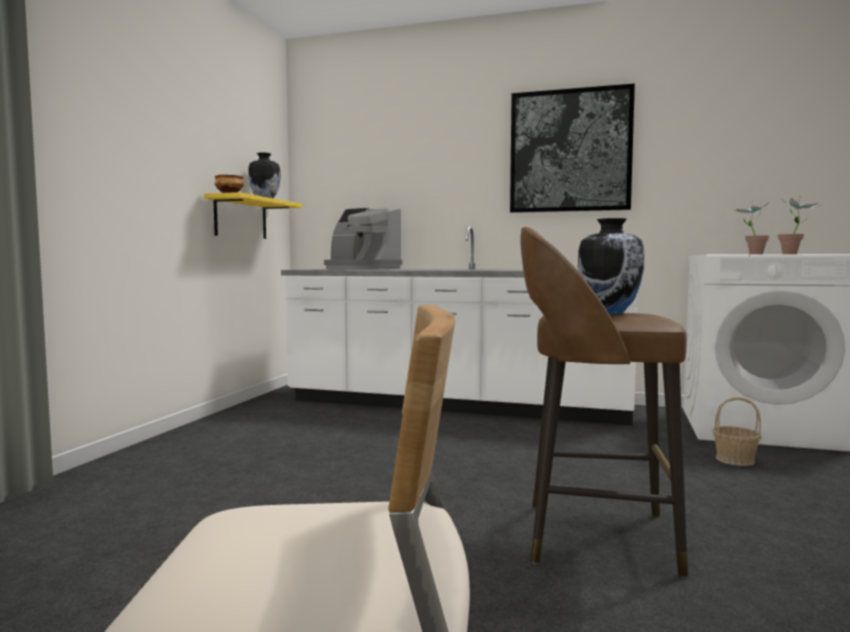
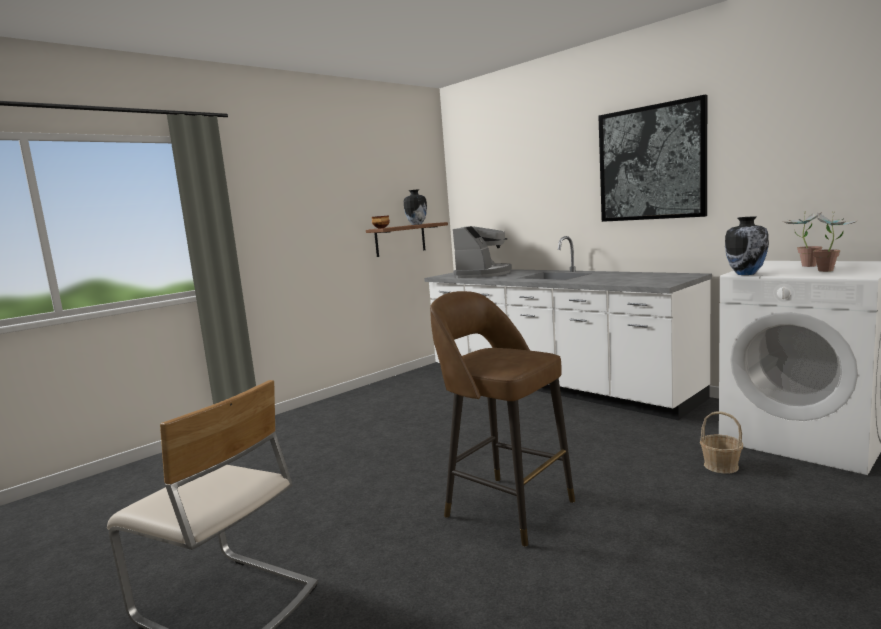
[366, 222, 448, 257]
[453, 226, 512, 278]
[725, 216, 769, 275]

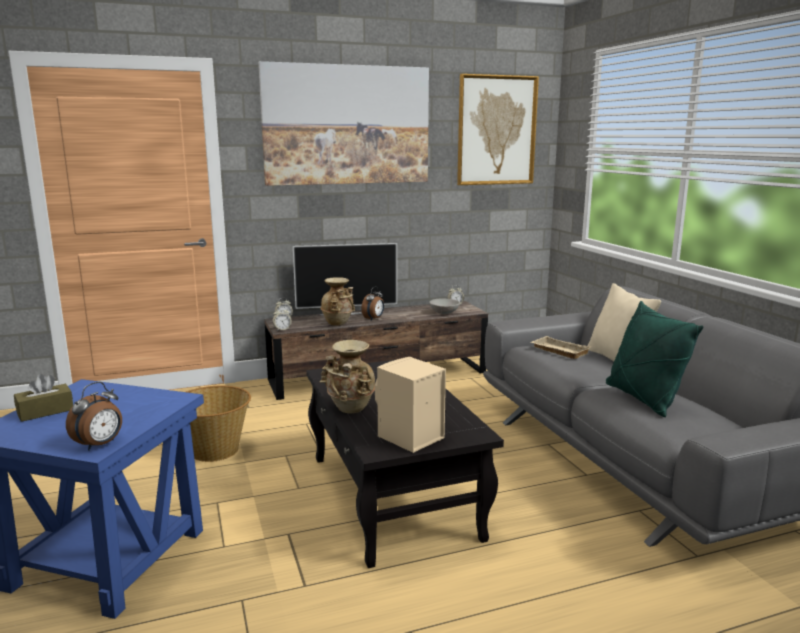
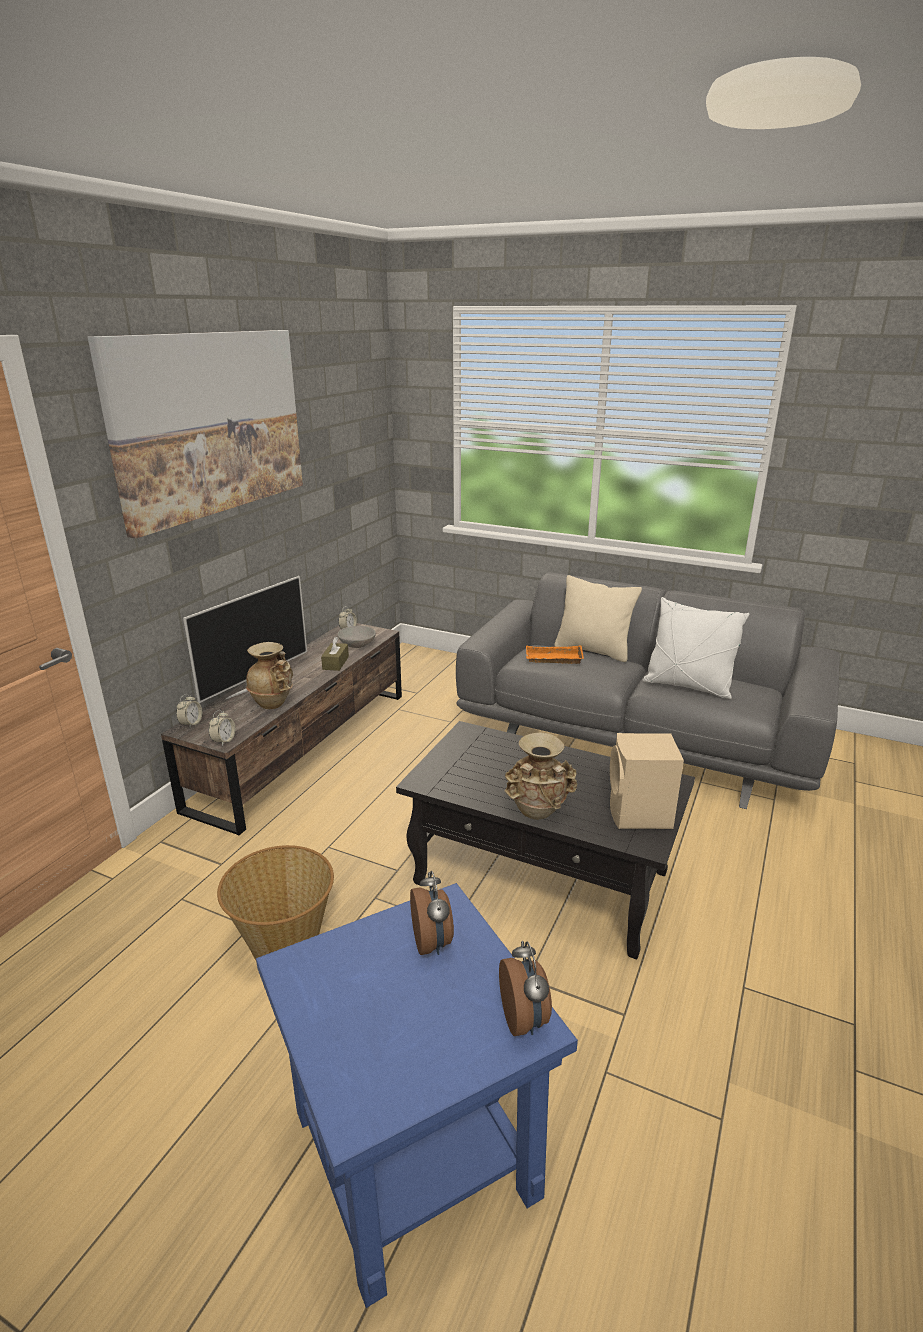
[457, 74, 539, 185] (first image)
[410, 871, 454, 955]
[642, 597, 749, 699]
[526, 645, 584, 664]
[321, 637, 349, 671]

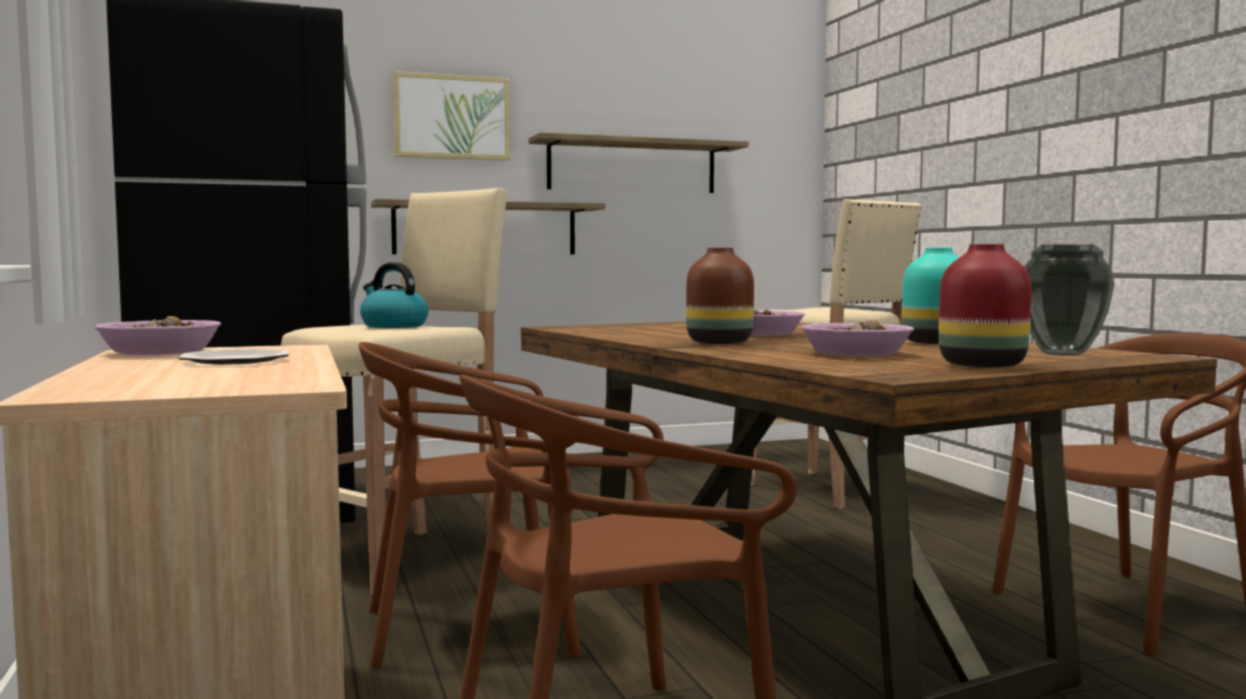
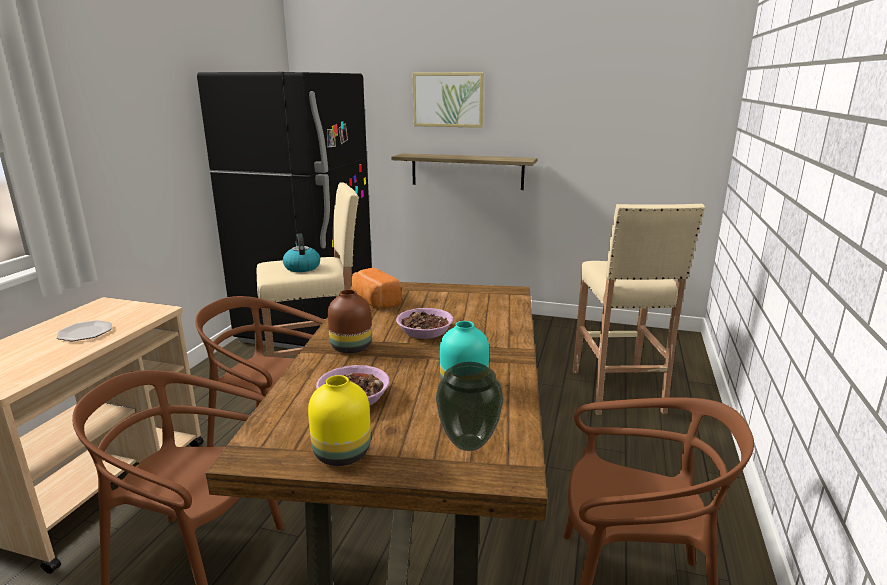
[529, 133, 749, 193] (first image)
[308, 375, 371, 466]
[94, 316, 221, 355] (first image)
[351, 268, 401, 308]

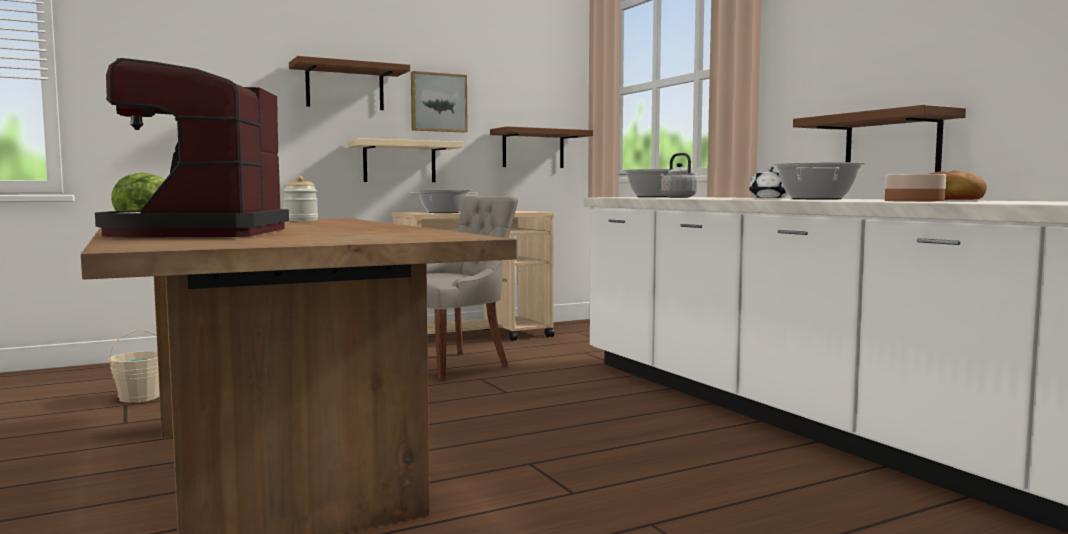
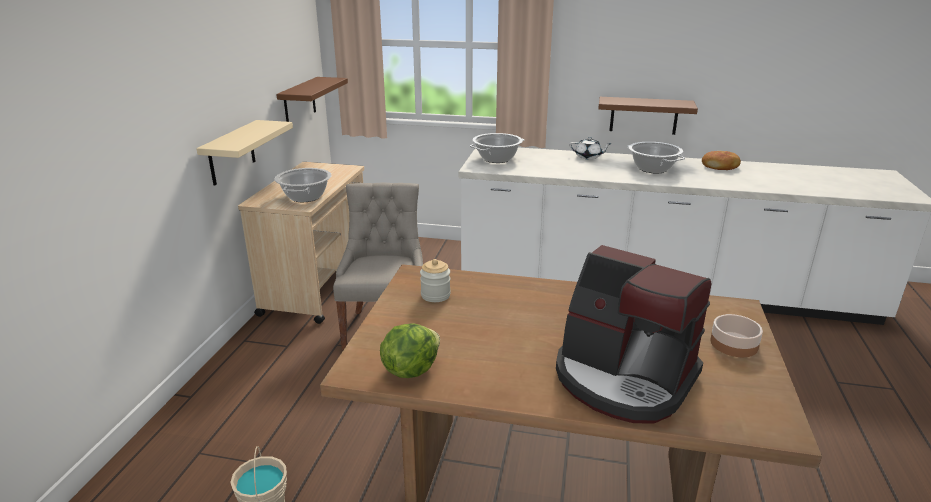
[289, 56, 410, 110] (first image)
[411, 71, 468, 133] (first image)
[660, 153, 697, 198] (first image)
[710, 314, 763, 357]

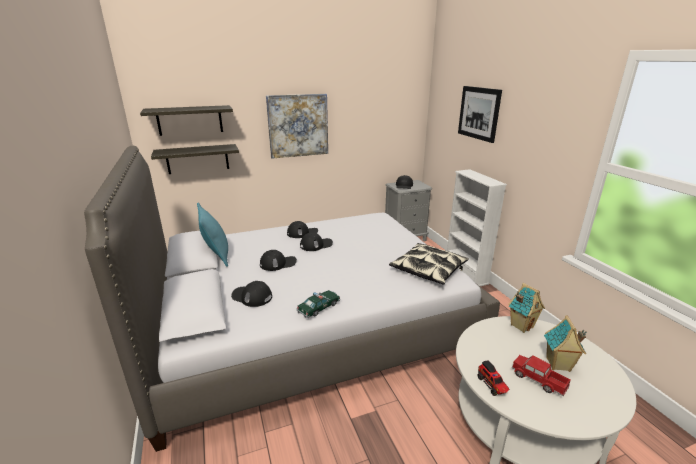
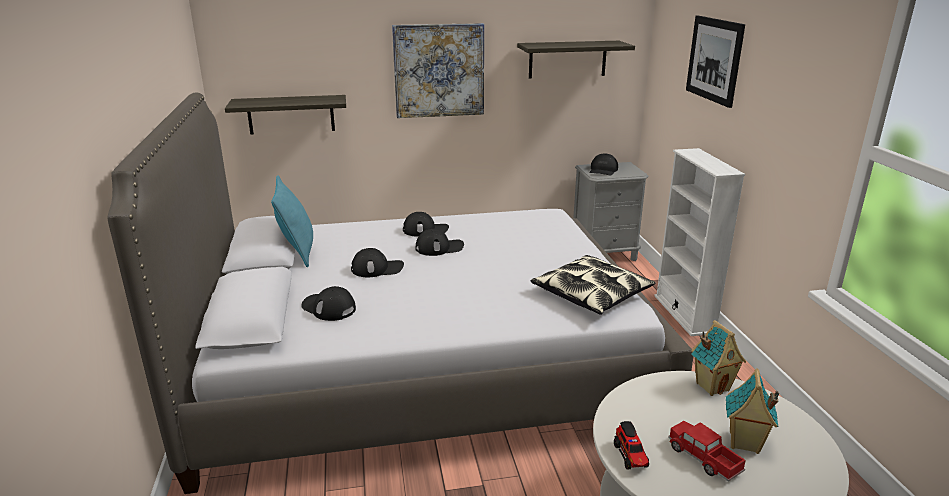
[517, 41, 635, 78]
[296, 290, 340, 318] (first image)

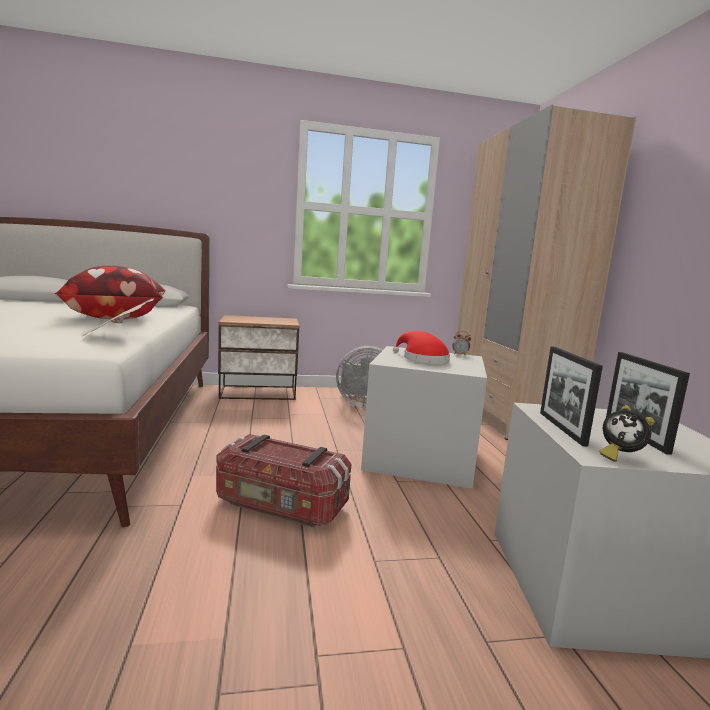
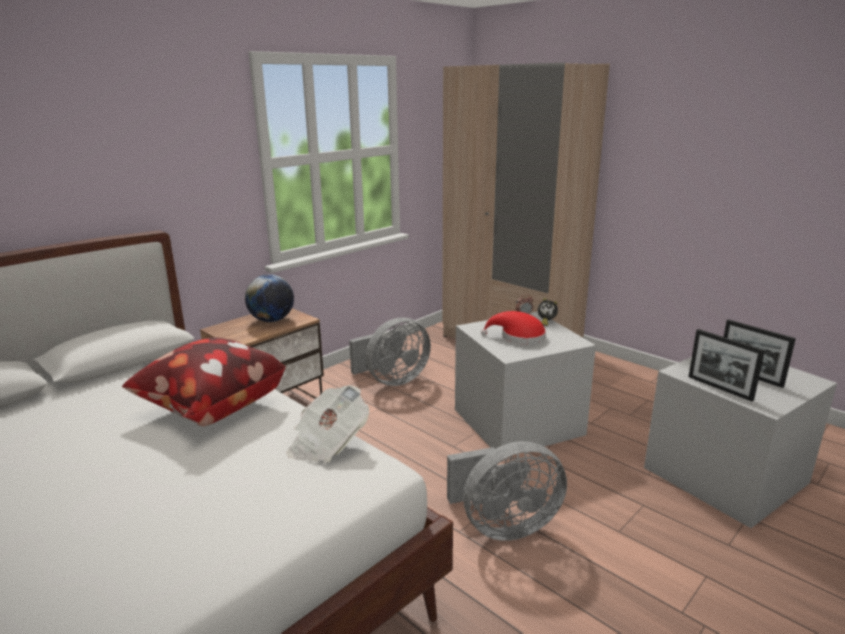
[538, 298, 558, 326]
[447, 441, 567, 541]
[245, 274, 294, 322]

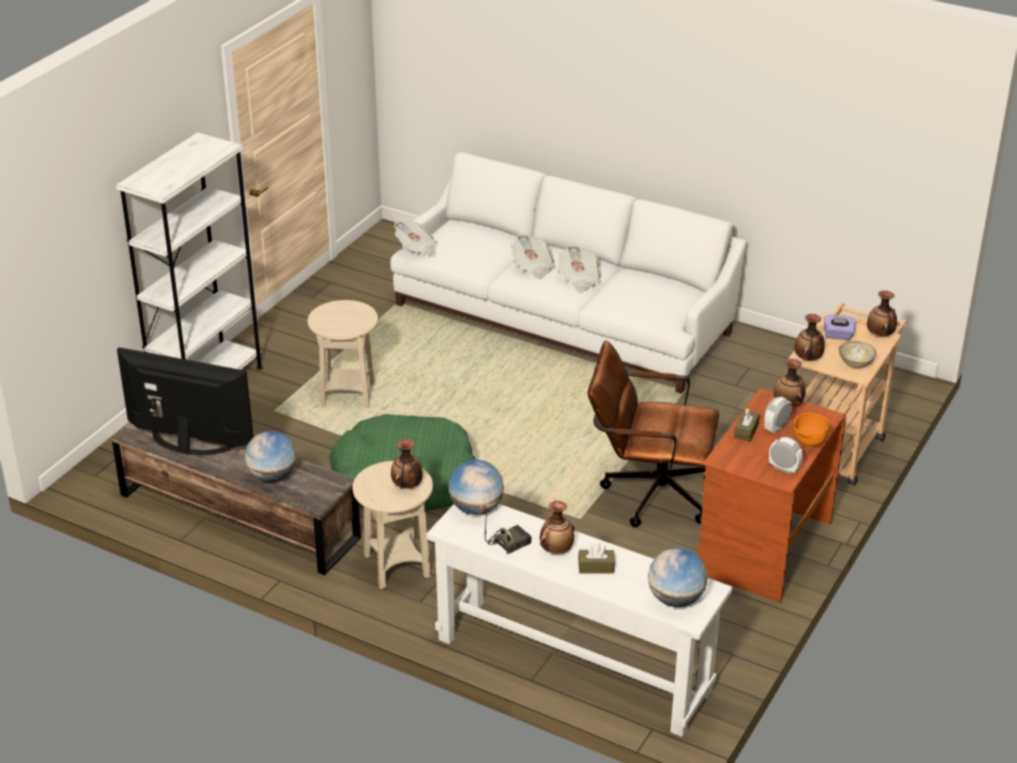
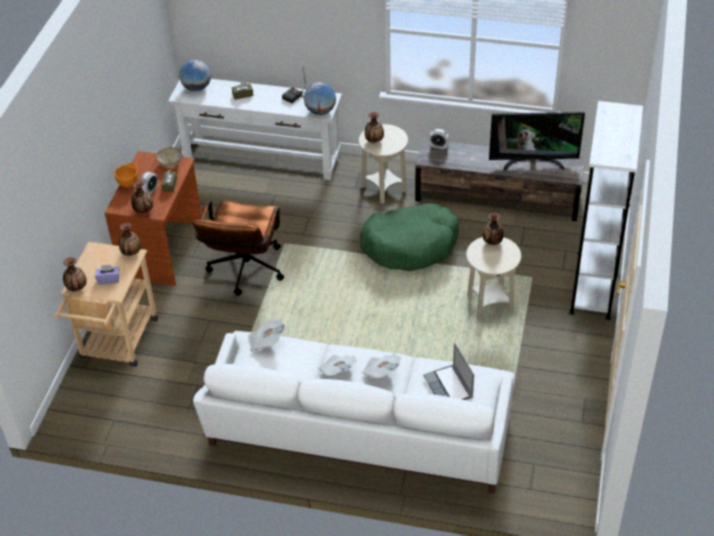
[248, 319, 285, 351]
[192, 201, 284, 296]
[157, 147, 182, 167]
[244, 431, 296, 482] (first image)
[429, 129, 449, 150]
[482, 213, 504, 245]
[423, 343, 474, 400]

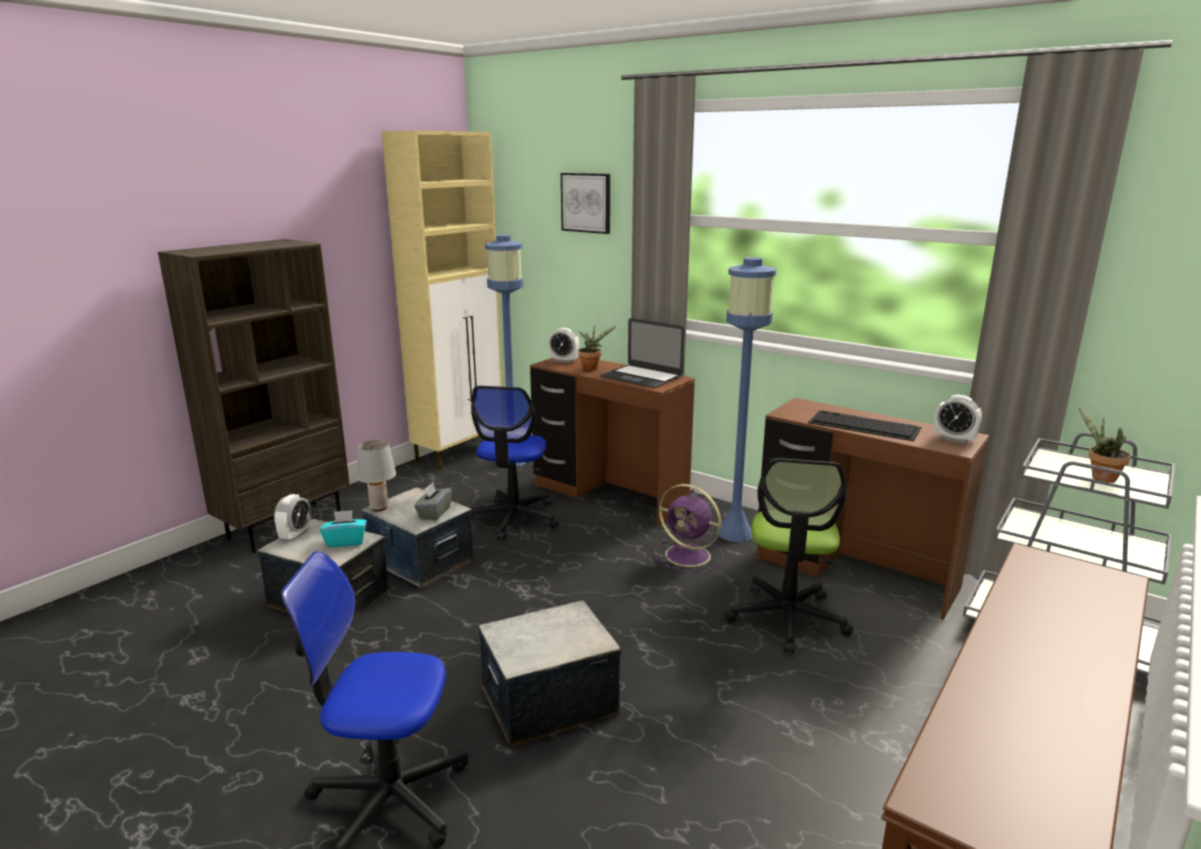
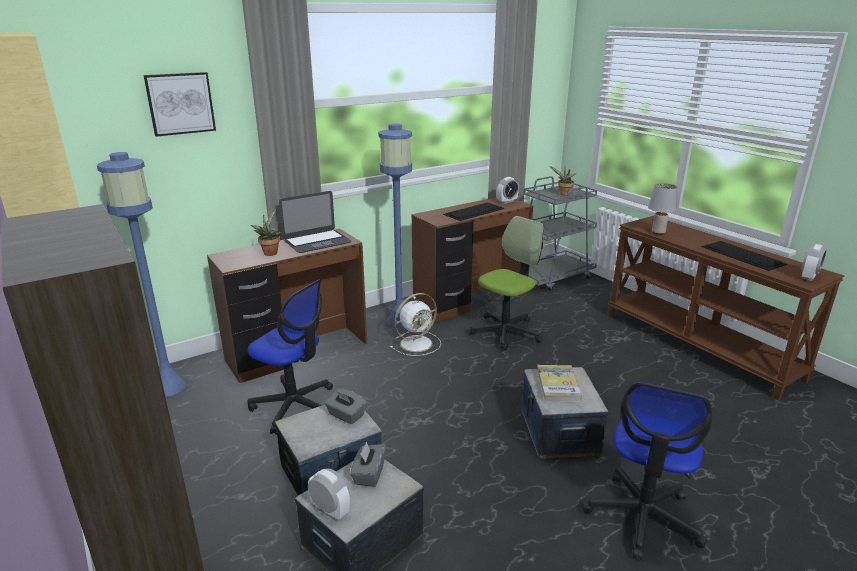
[802, 244, 827, 281]
[648, 183, 678, 235]
[470, 216, 544, 350]
[390, 293, 441, 356]
[350, 442, 386, 487]
[702, 241, 787, 271]
[537, 365, 582, 402]

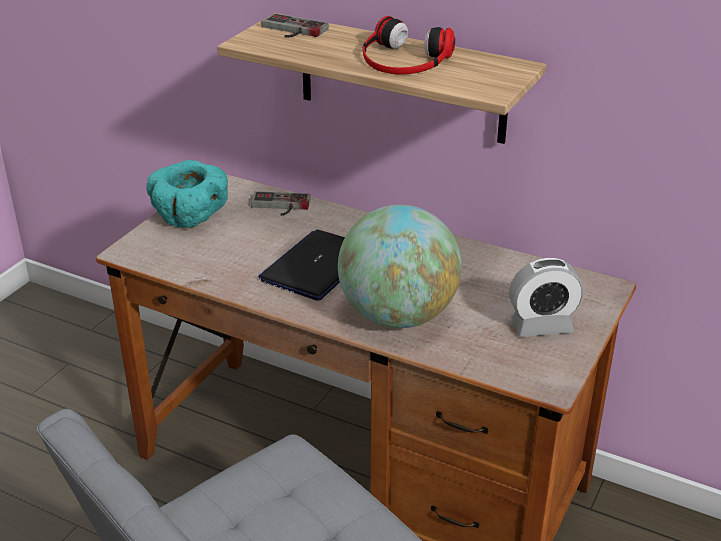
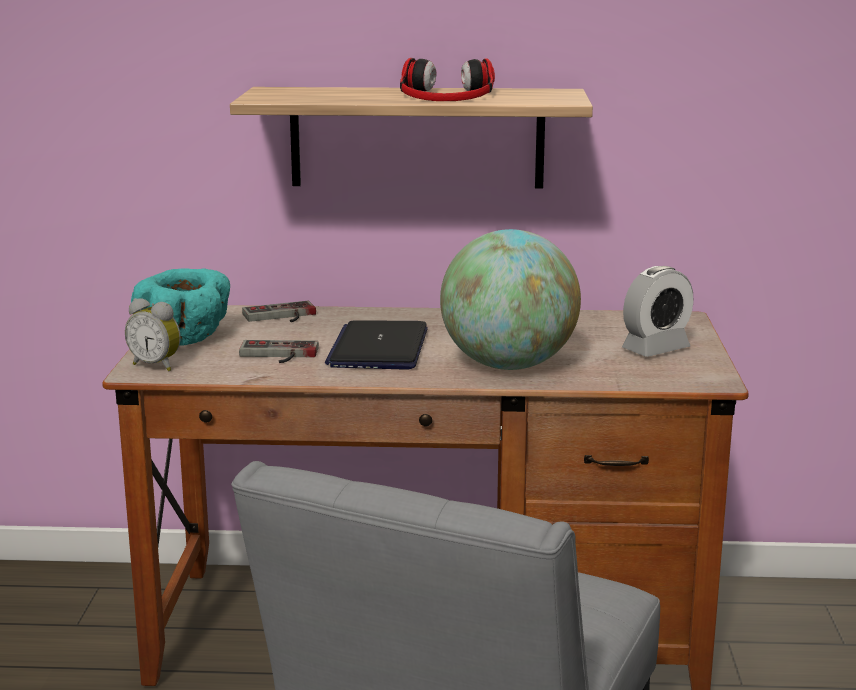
[239, 340, 319, 363]
[125, 298, 181, 371]

